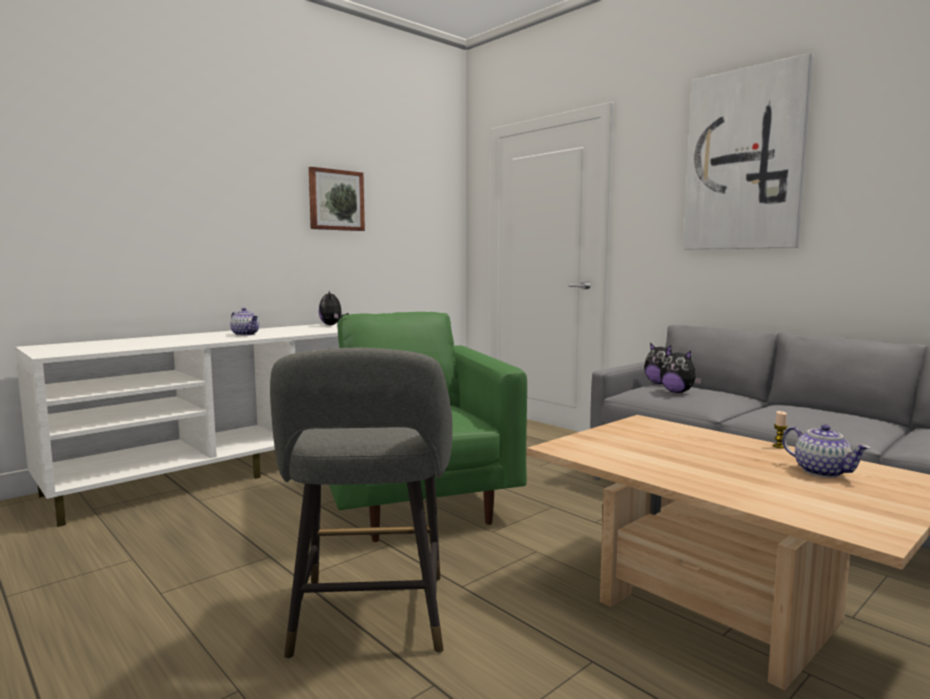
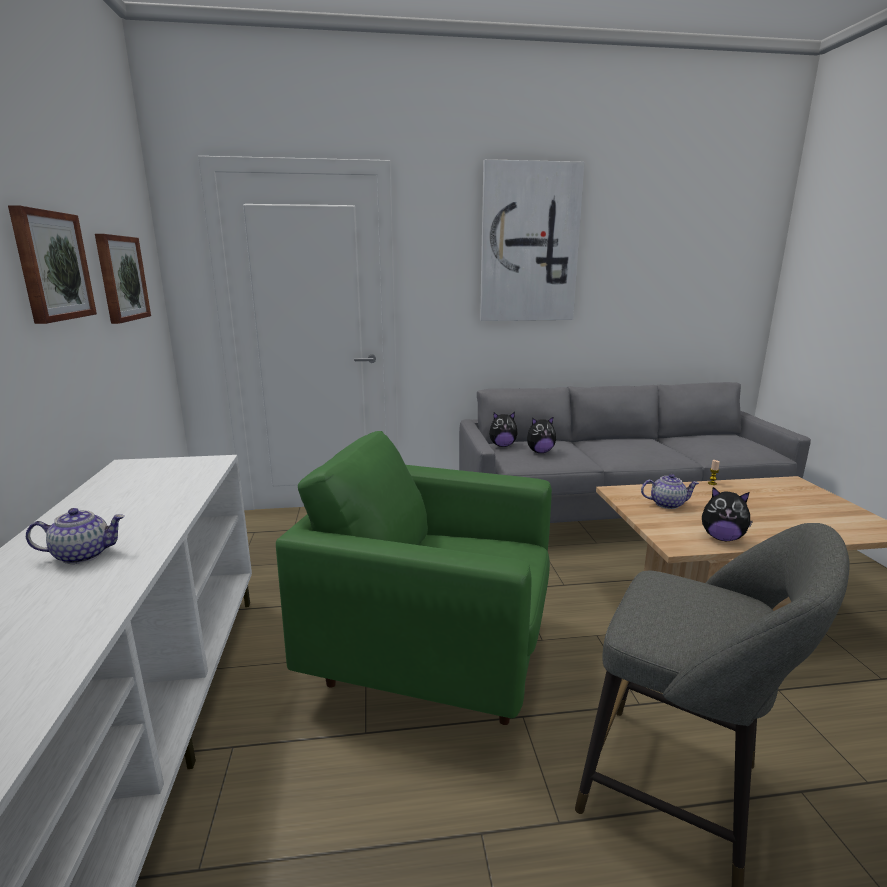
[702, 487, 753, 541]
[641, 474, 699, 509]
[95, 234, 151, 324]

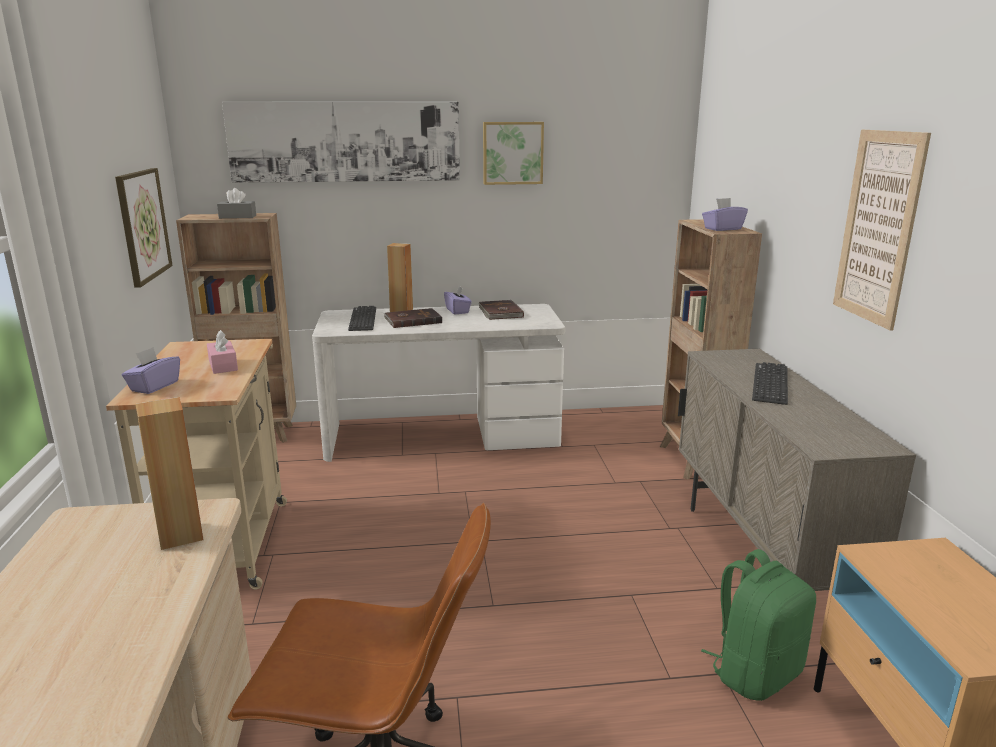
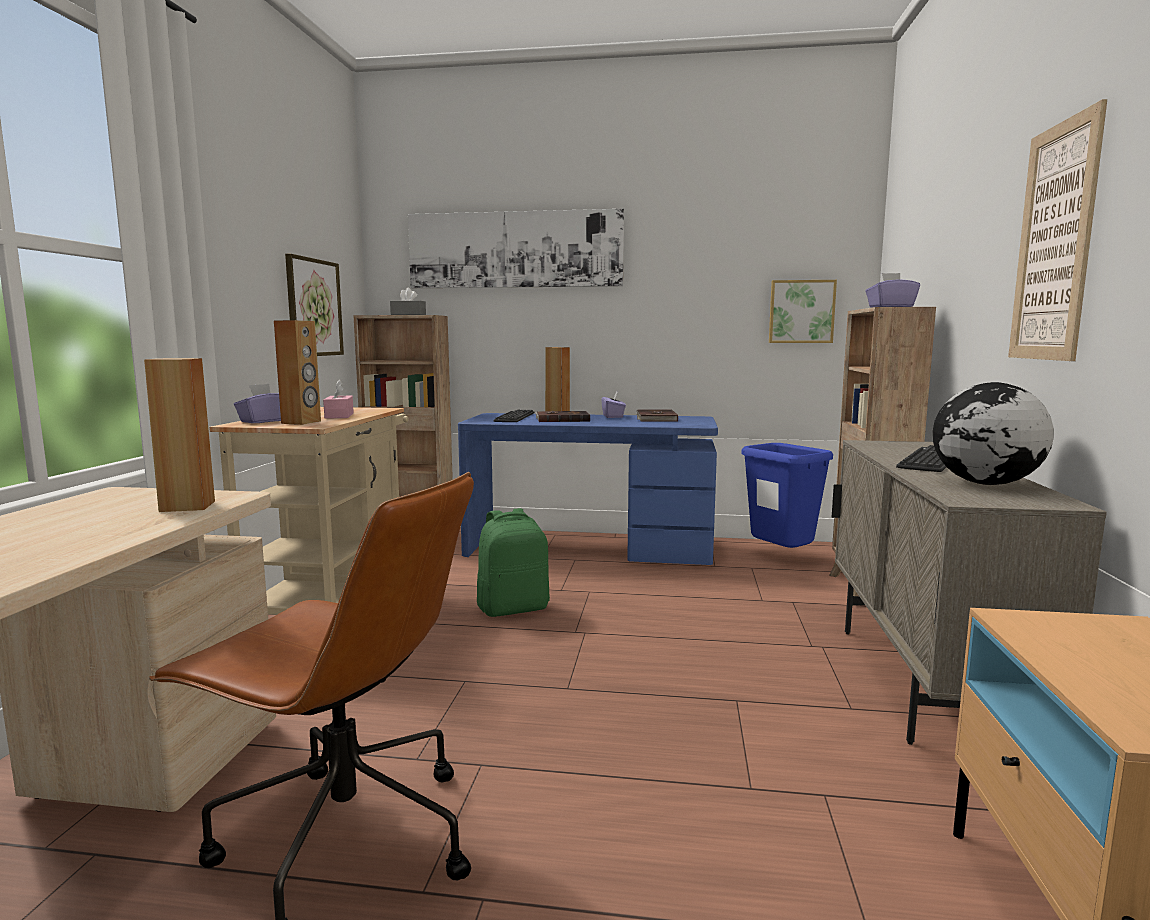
[769, 280, 837, 343]
[458, 413, 718, 565]
[477, 508, 550, 617]
[274, 320, 321, 425]
[932, 382, 1054, 485]
[741, 443, 833, 548]

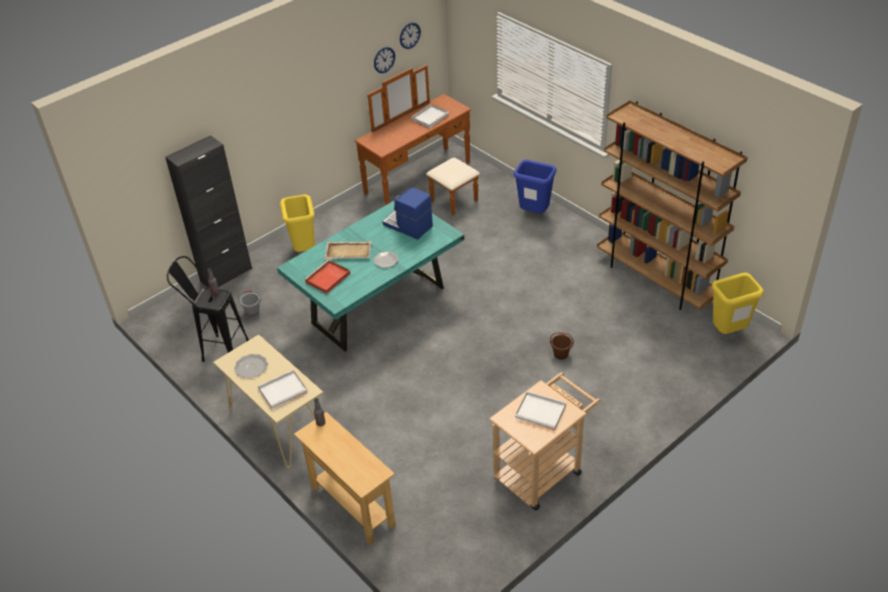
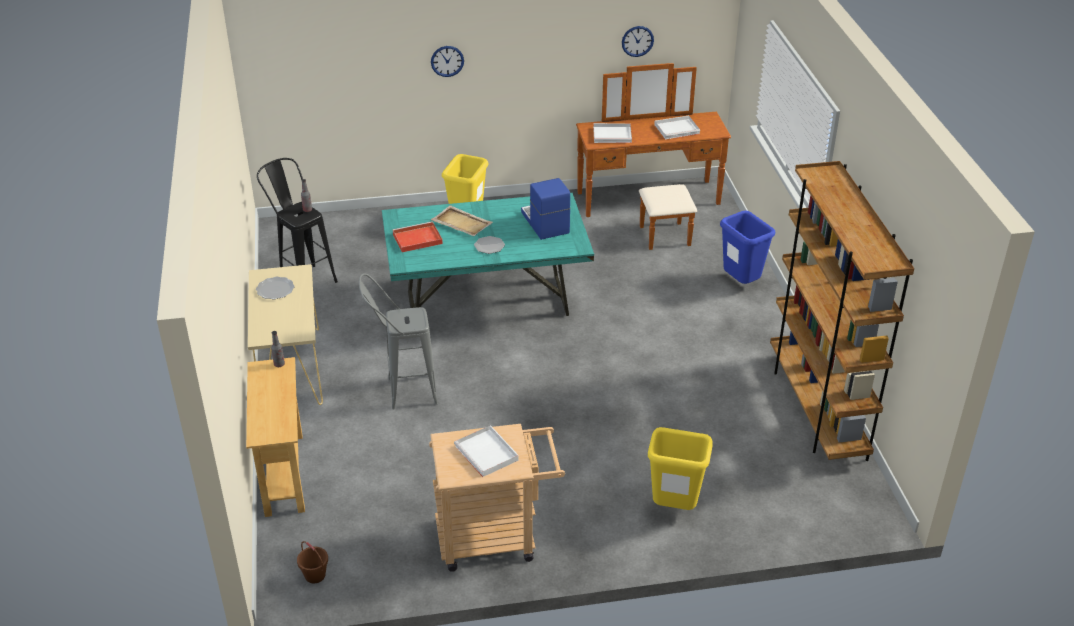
[431, 46, 464, 77]
[165, 135, 252, 288] (first image)
[648, 427, 713, 510]
[238, 290, 261, 316] (first image)
[297, 541, 328, 583]
[593, 123, 632, 143]
[359, 273, 438, 409]

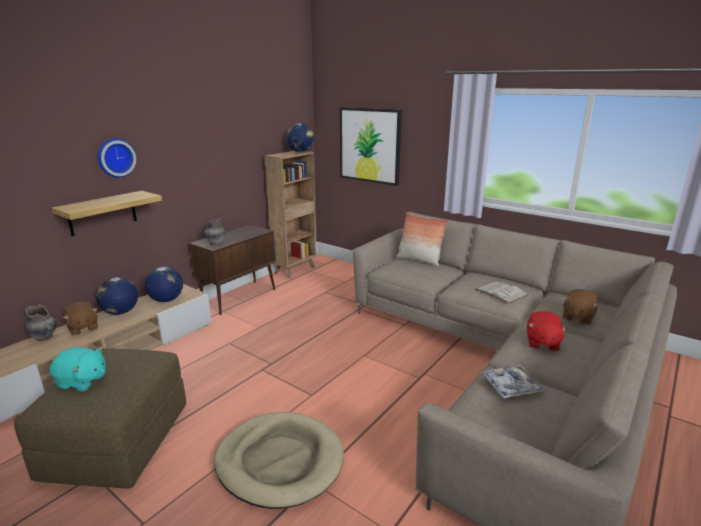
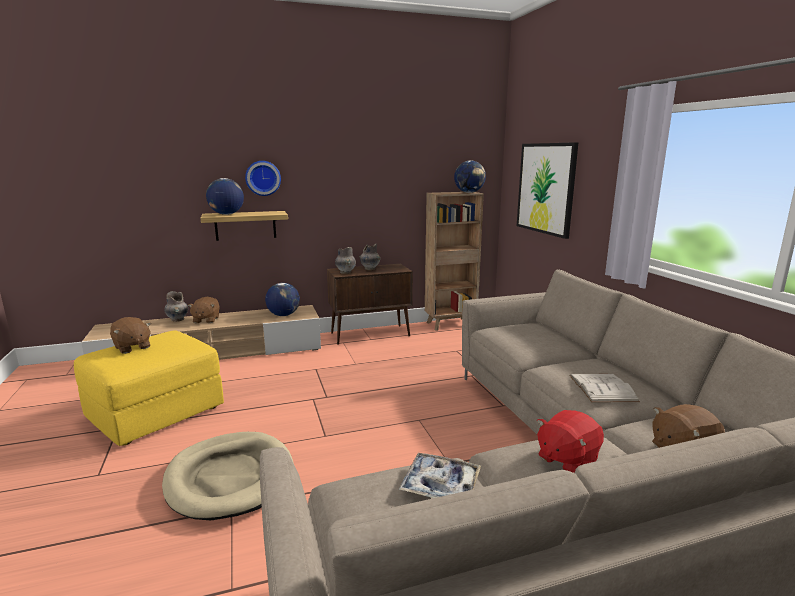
[396, 212, 448, 266] (first image)
[206, 178, 244, 215]
[110, 317, 151, 354]
[74, 330, 224, 446]
[359, 243, 381, 270]

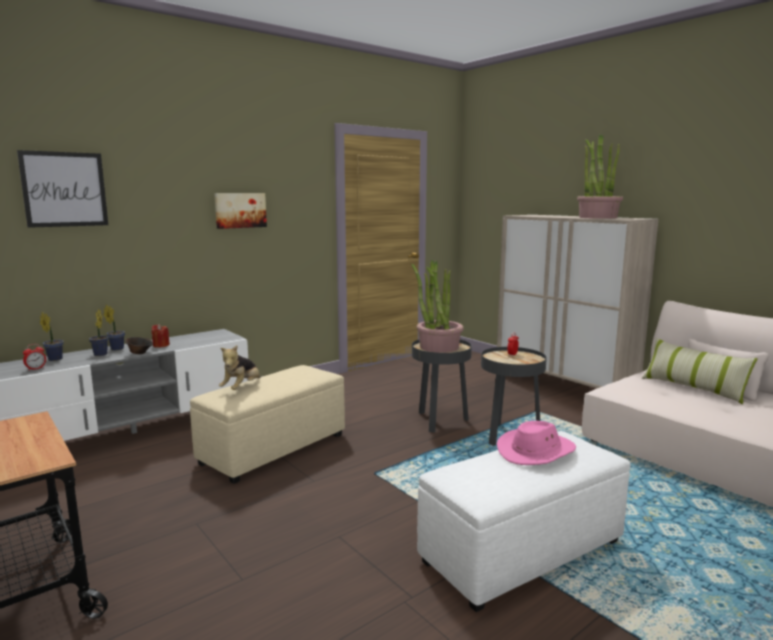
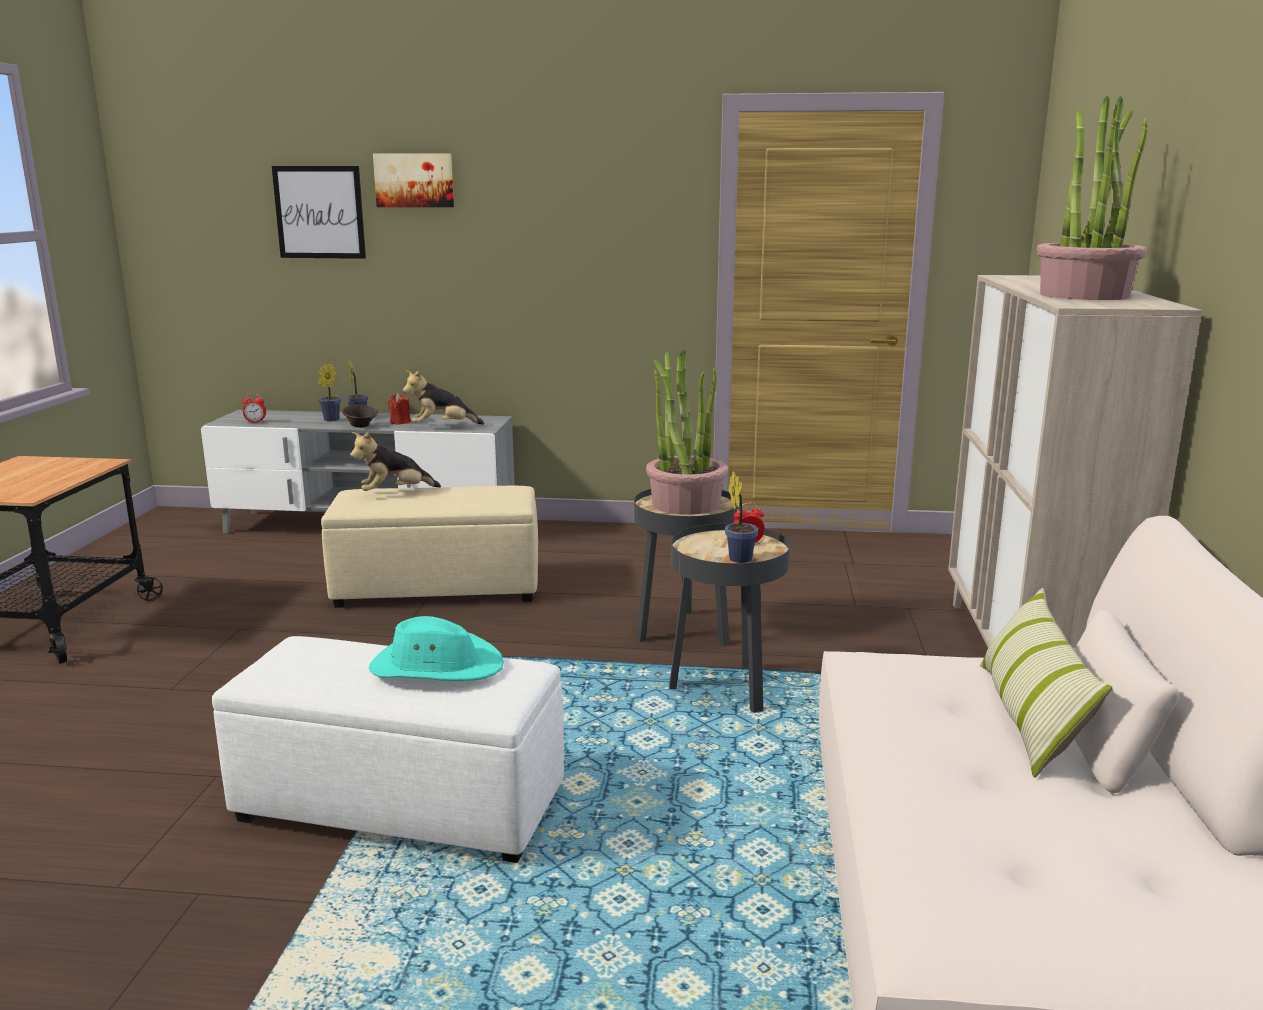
[373, 153, 454, 207]
[725, 471, 759, 563]
[369, 616, 504, 681]
[403, 371, 484, 425]

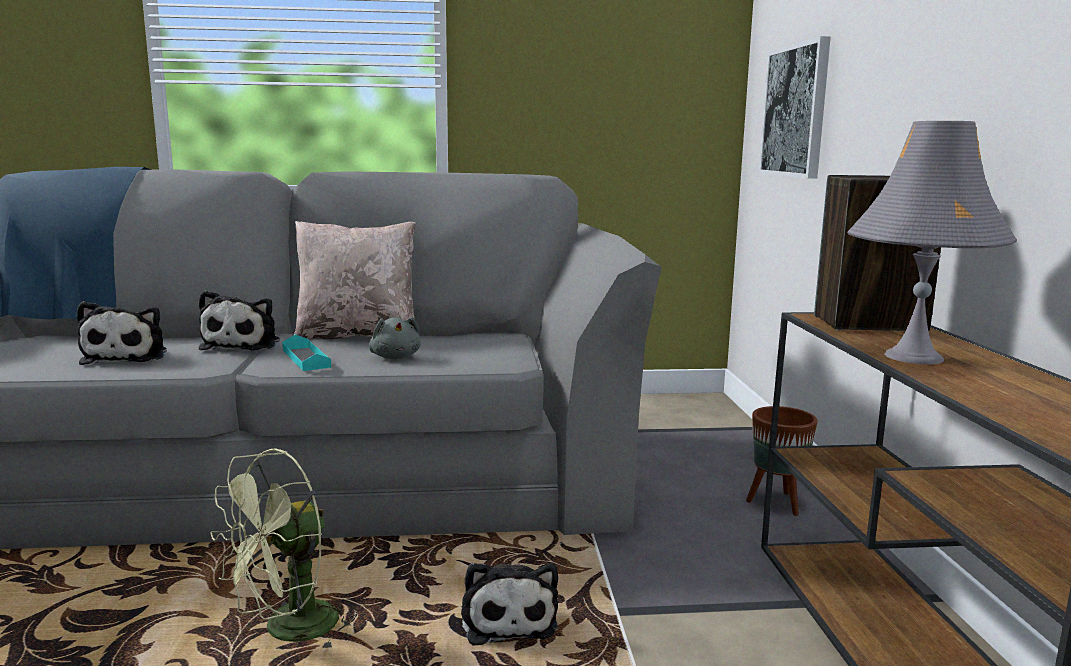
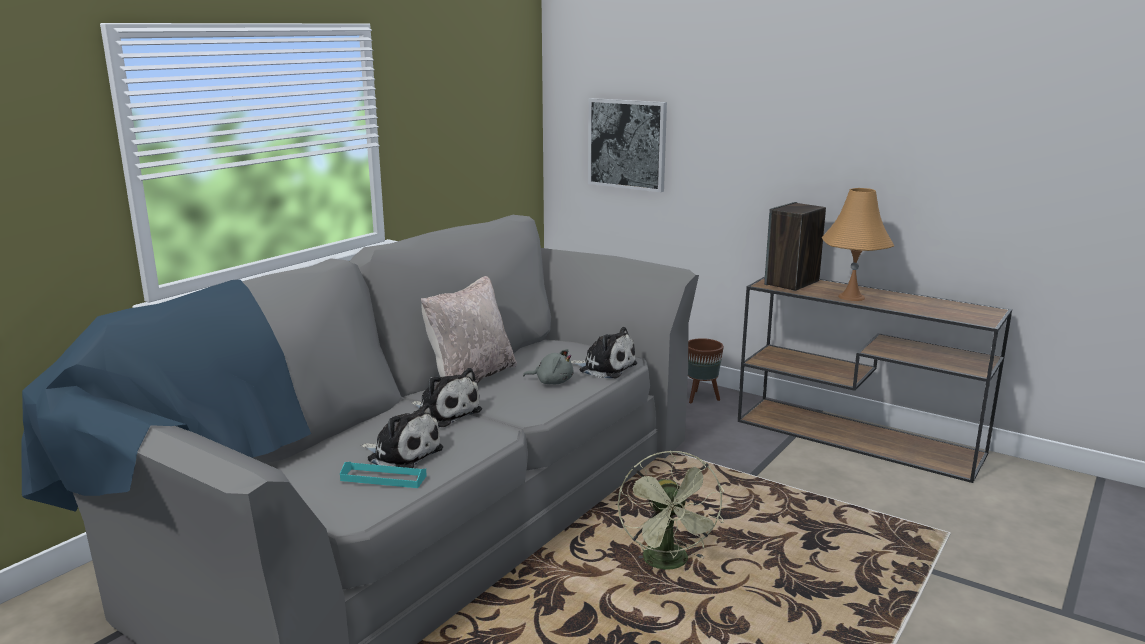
[822, 188, 894, 301]
[340, 462, 427, 488]
[571, 327, 637, 378]

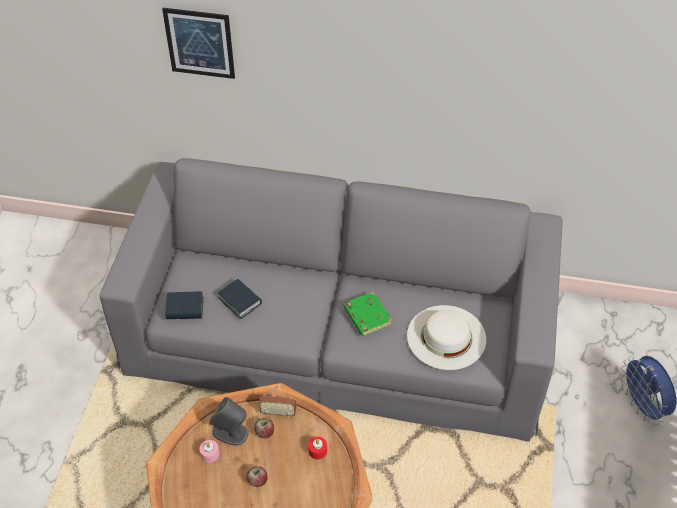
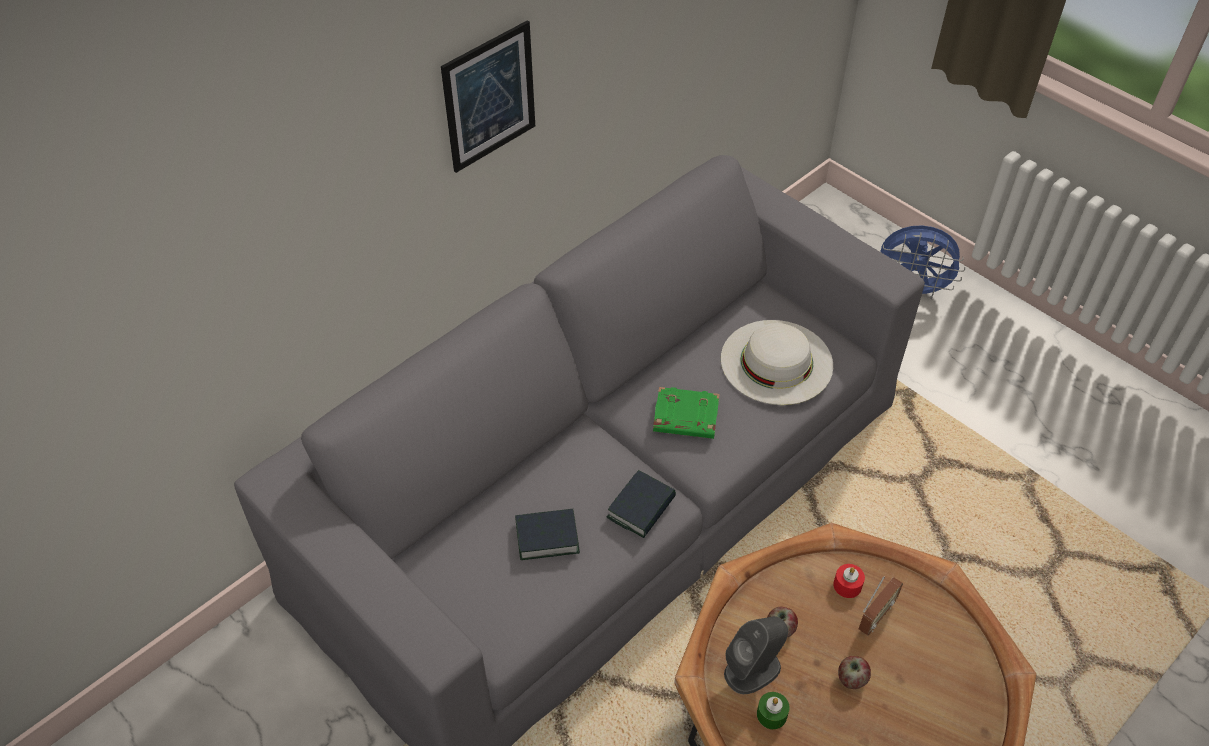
[441, 20, 535, 173]
[607, 470, 676, 538]
[859, 576, 903, 635]
[757, 692, 789, 729]

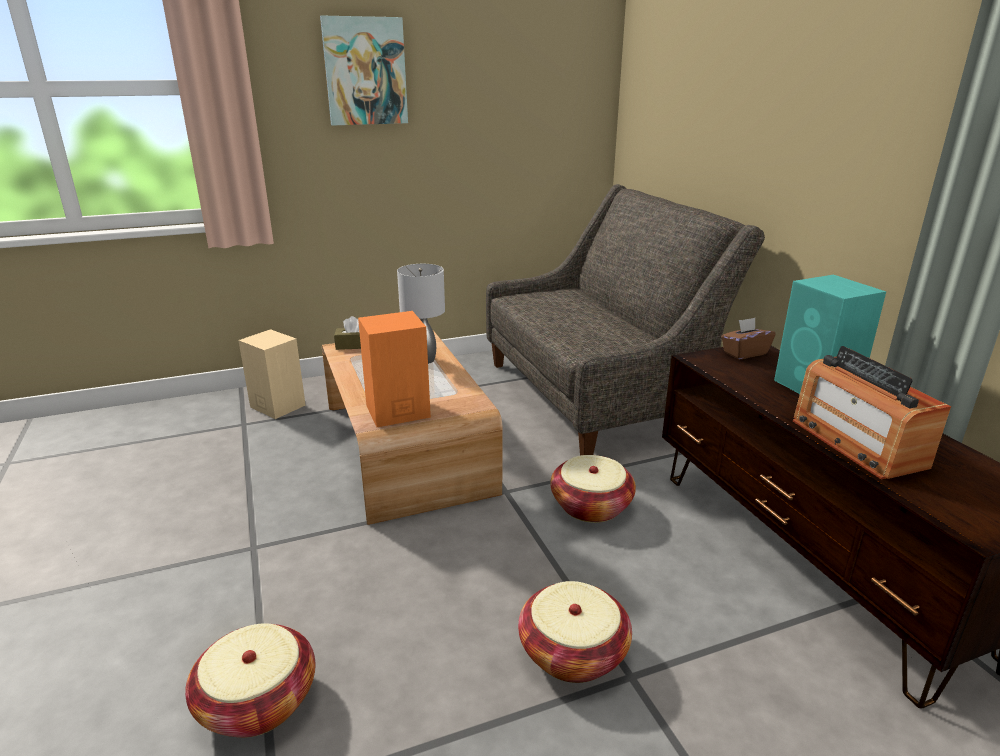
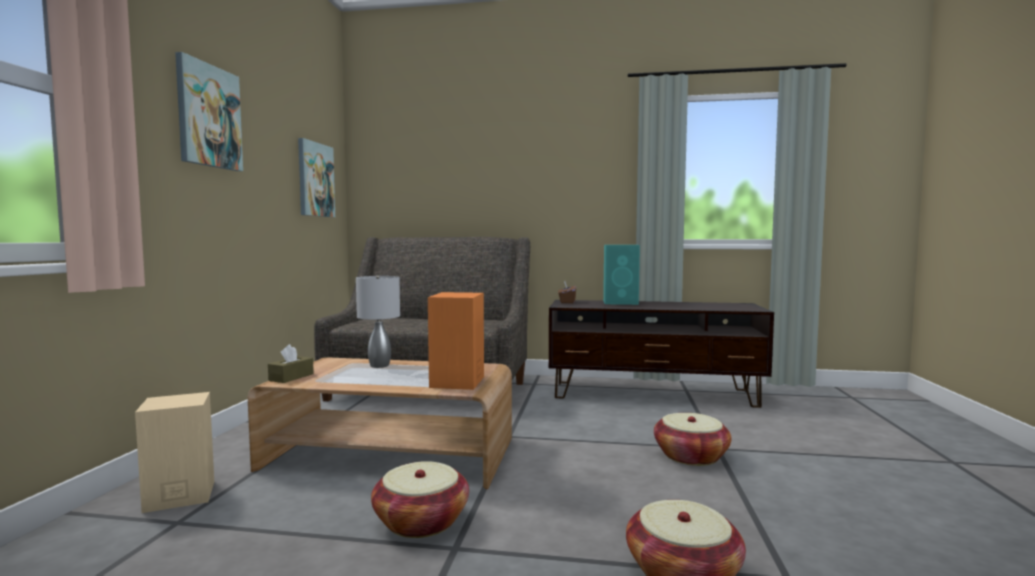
[793, 346, 951, 479] (first image)
[371, 461, 469, 538]
[298, 138, 335, 217]

